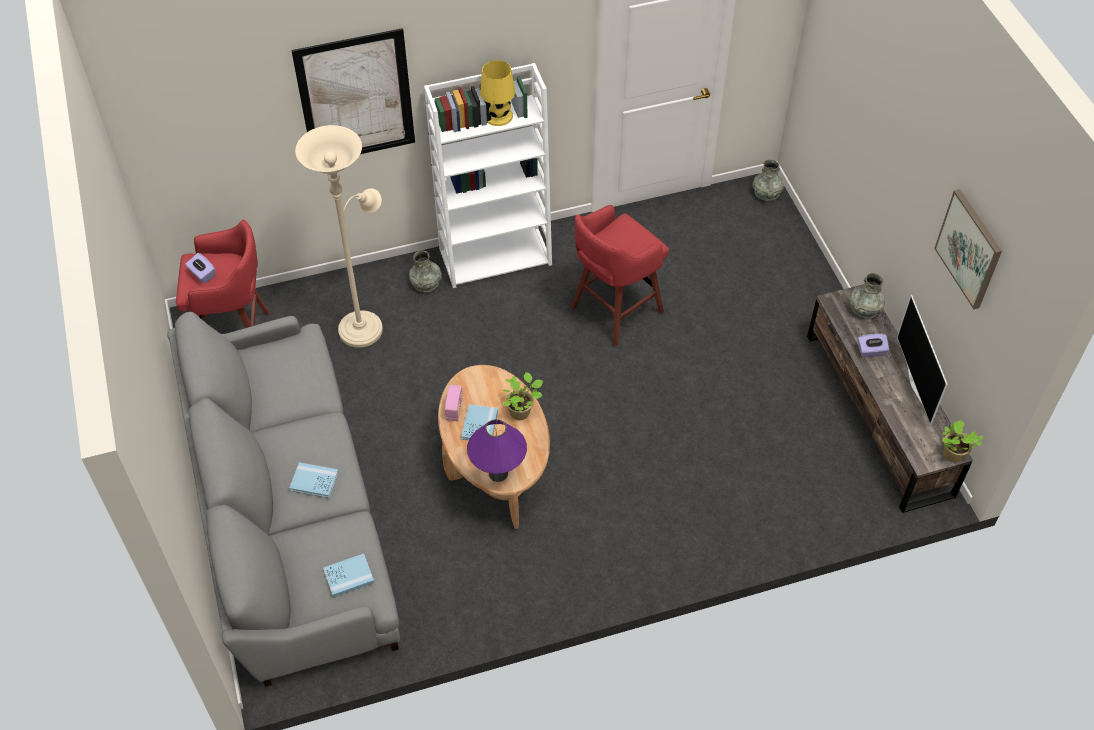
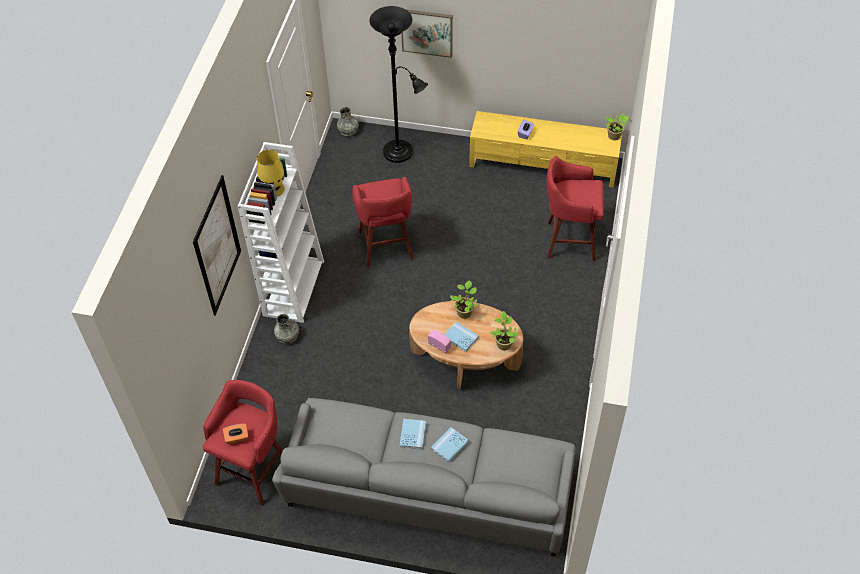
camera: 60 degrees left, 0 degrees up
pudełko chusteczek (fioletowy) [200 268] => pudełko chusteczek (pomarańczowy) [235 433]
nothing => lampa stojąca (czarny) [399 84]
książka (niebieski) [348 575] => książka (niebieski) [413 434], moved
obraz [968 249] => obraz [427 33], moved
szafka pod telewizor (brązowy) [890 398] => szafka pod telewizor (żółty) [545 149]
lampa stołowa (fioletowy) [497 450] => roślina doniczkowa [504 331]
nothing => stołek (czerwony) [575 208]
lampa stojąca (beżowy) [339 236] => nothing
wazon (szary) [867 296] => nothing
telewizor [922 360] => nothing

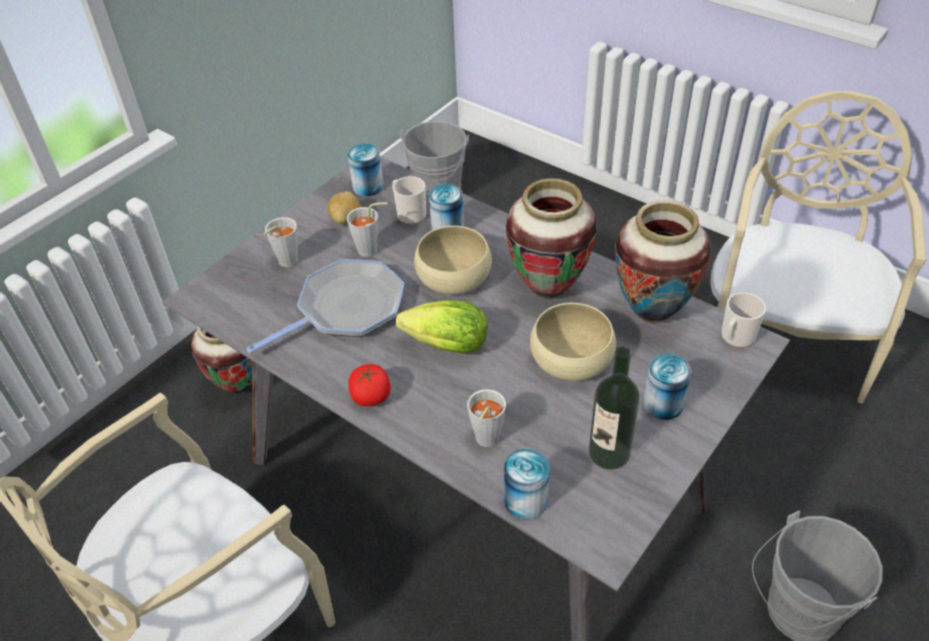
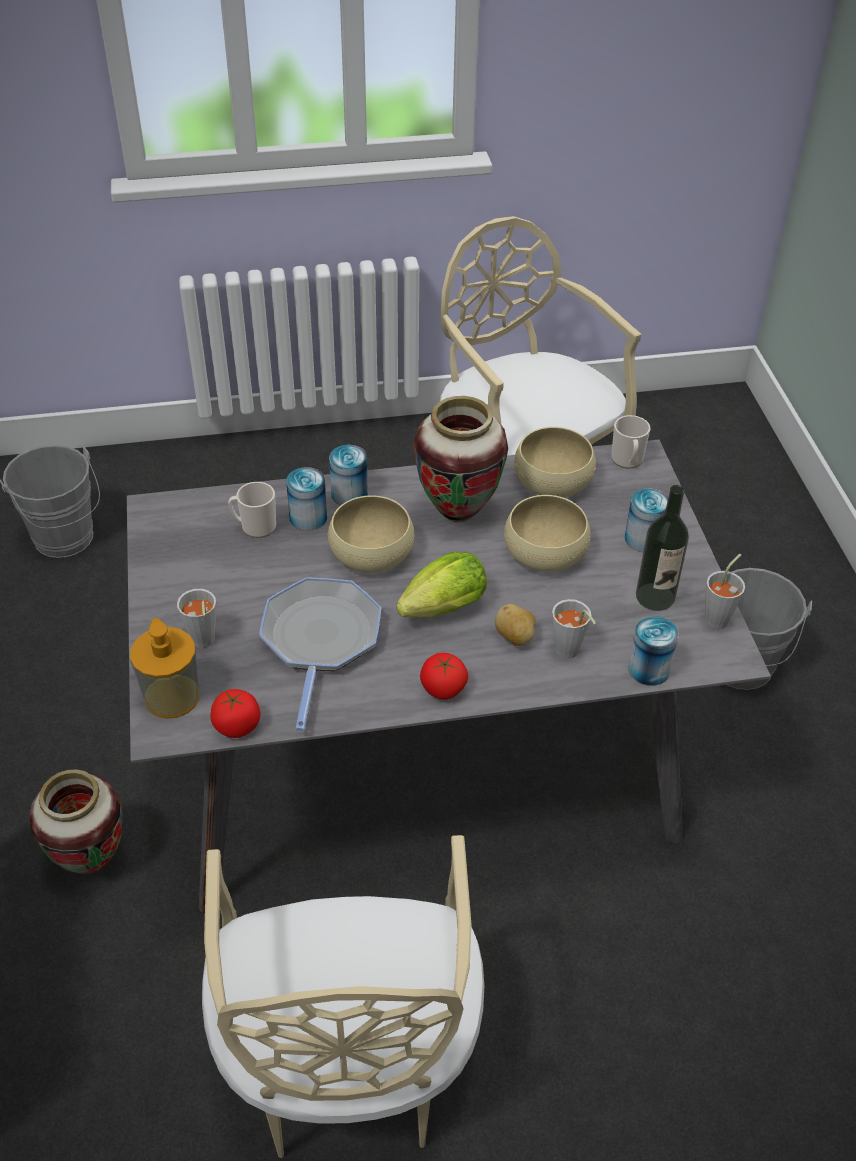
camera: 50 degrees left, 0 degrees up
nothing => dozownik mydła [165 668]
nothing => pomidor [235 713]
puszka [366 170] => puszka [348 475], moved
ziemniak [344 208] => ziemniak [515 625], moved
wazon [663 261] => miska (beżowy) [555 462]
filiżanka (szary) [367 229] => filiżanka (szary) [725 591], moved

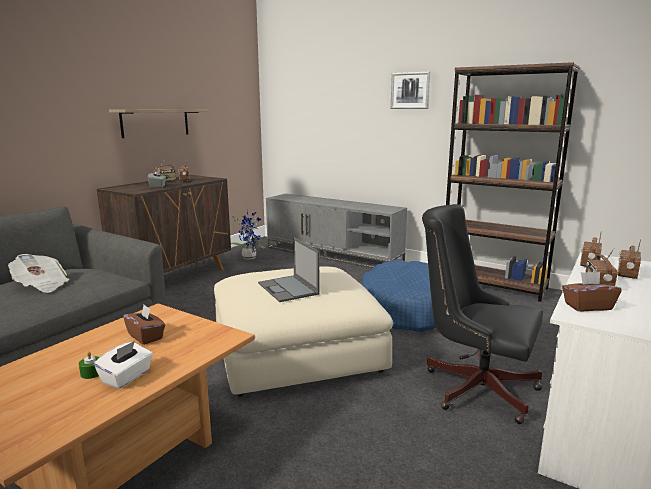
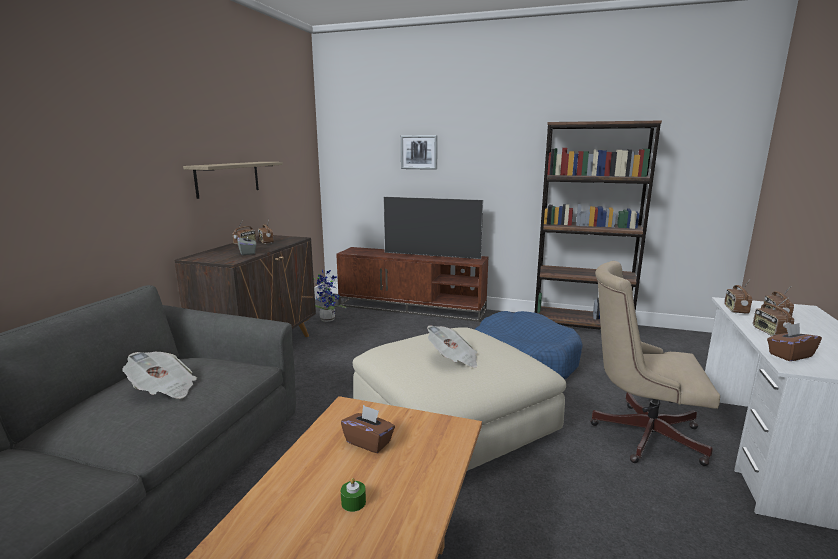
camera: 15 degrees left, 0 degrees up
szafka pod telewizor (szary) [336 230] => szafka pod telewizor (brązowy) [412 284]
nothing => telewizor [433 228]
obraz [411 90] => obraz [419 152], moved
laptop [288 270] => gazeta [452 346]
krzesło biurowe (czarny) [482 314] => krzesło biurowe (beżowy) [655 363]
pudełko chusteczek (biały) [123 365] => nothing

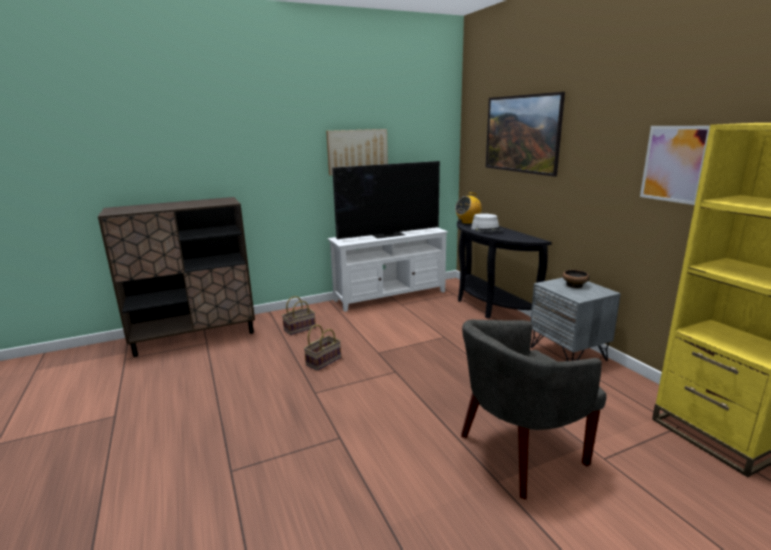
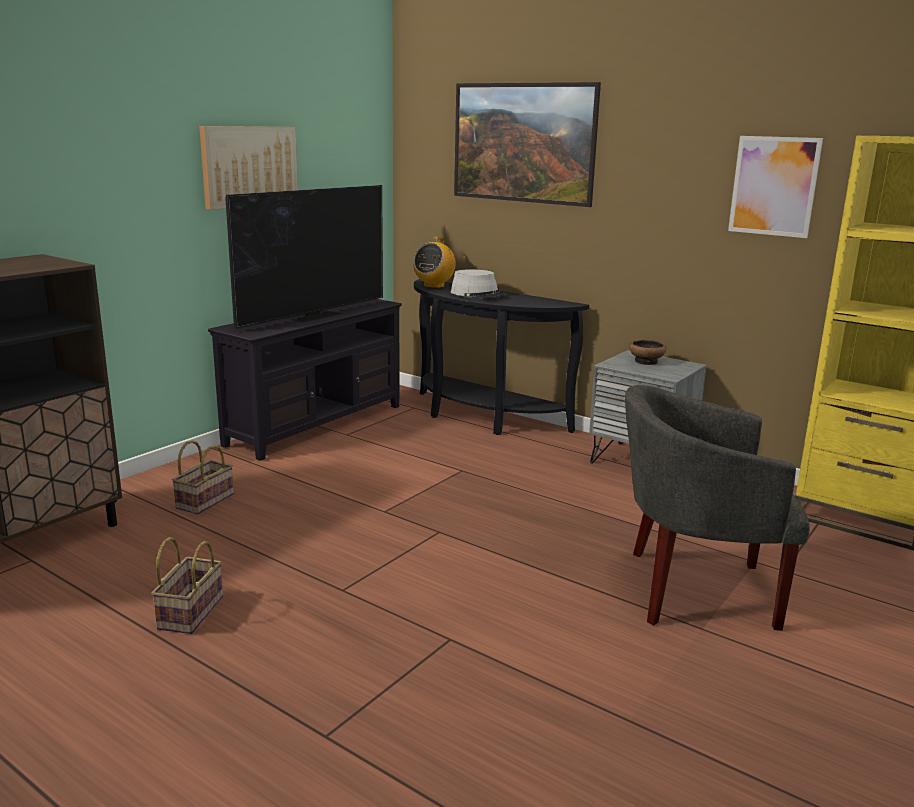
camera: 30 degrees left, 0 degrees up
koszyk [322 347] => koszyk [187 585], moved
szafka pod telewizor (biały) [388 269] => szafka pod telewizor (czarny) [305 380]
fotel (szary) [534 410] => fotel (szary) [717 508], 60 degrees clockwise

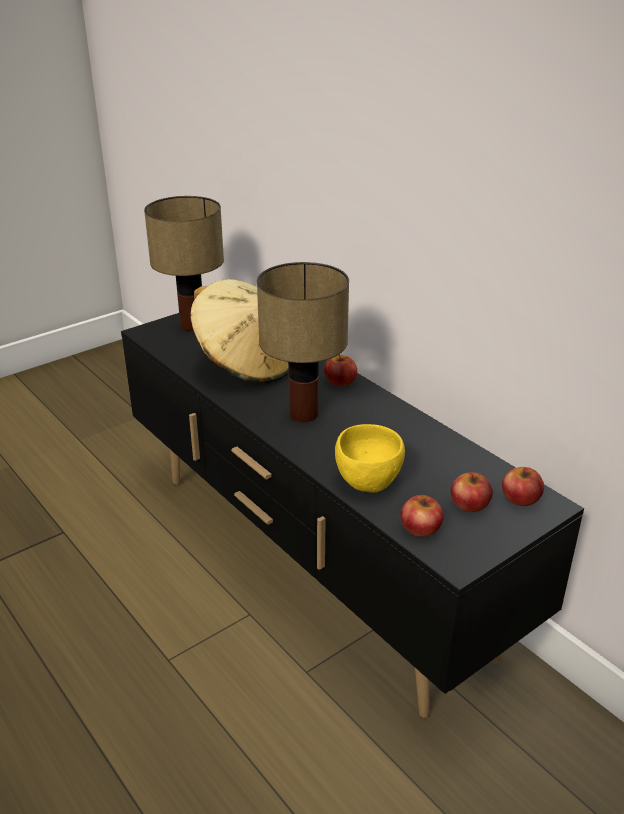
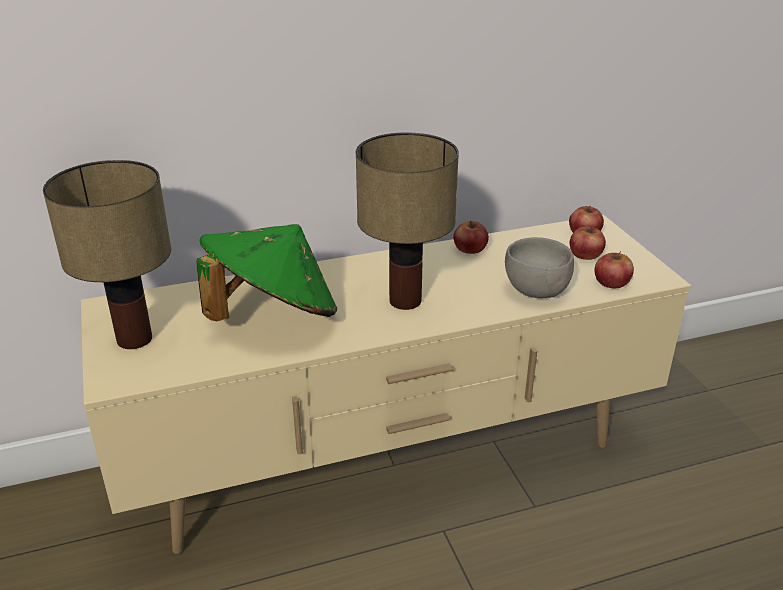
camera: 70 degrees left, 0 degrees up
szafka pod telewizor (czarny) [352 515] => szafka pod telewizor (beżowy) [386 384]
kapelusz (beżowy) [239 331] => kapelusz (zielony) [266 272]
jabłko [340 370] => jabłko [471 237], moved
miska (żółty) [370 458] => miska (szary) [539 267]

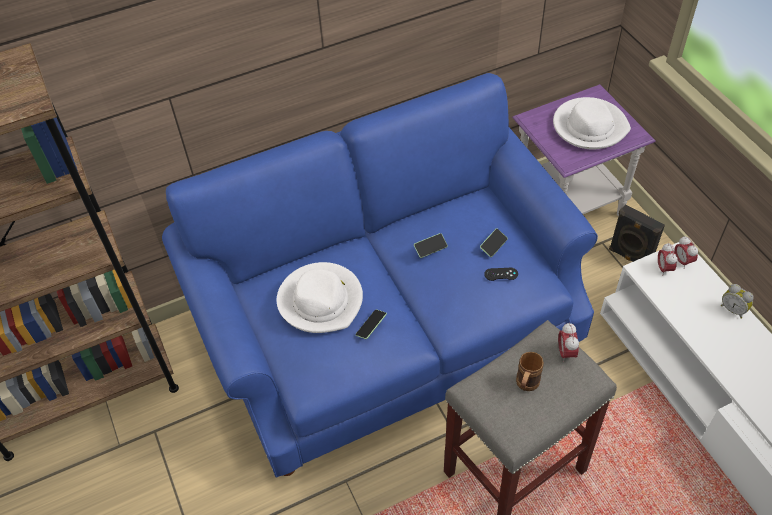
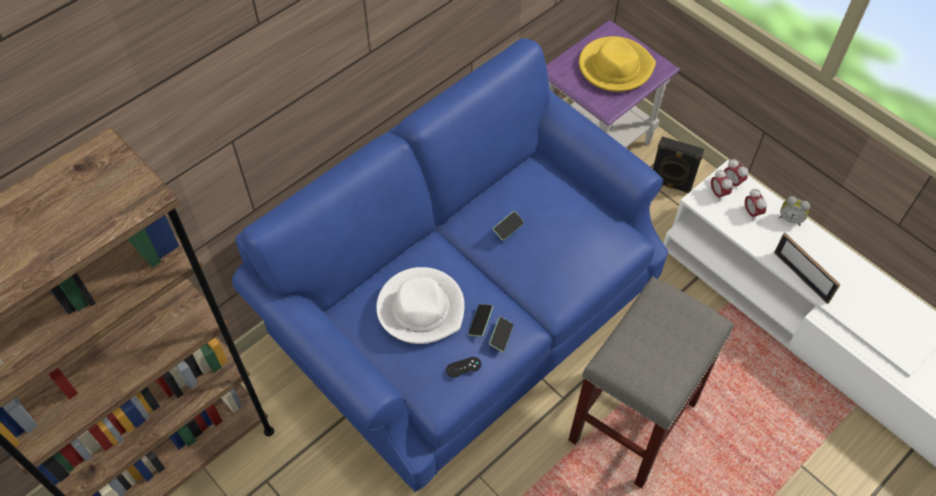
camera: 20 degrees left, 5 degrees up
pad do gier (czarny) [501 274] => pad do gier (czarny) [463 367], moved
telefon [494 242] => telefon [501 334], moved
kapelusz (biały) [592 123] => kapelusz (żółty) [617 64]
budzik [568 342] => budzik [755 203], moved
nothing => ramka na zdjęcie [807 268]
kubek (brązowy) [530 371] => nothing

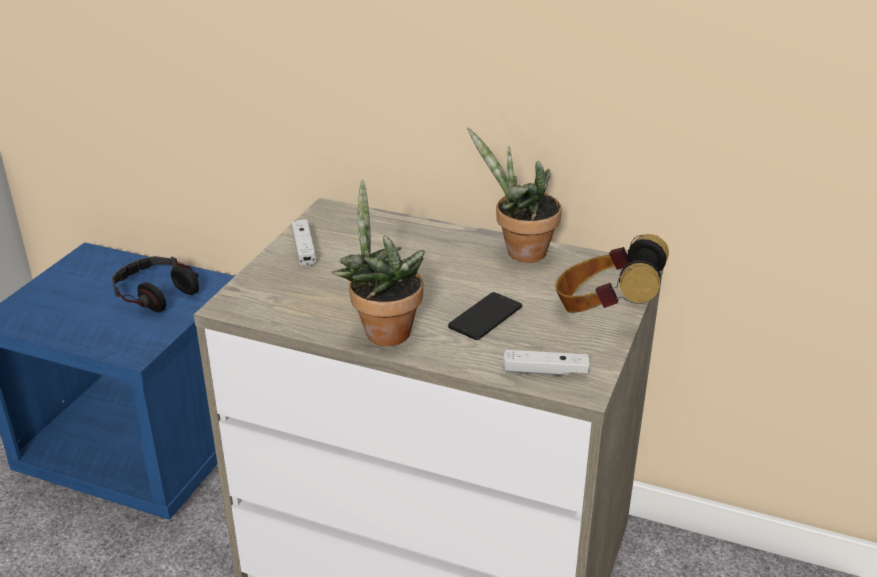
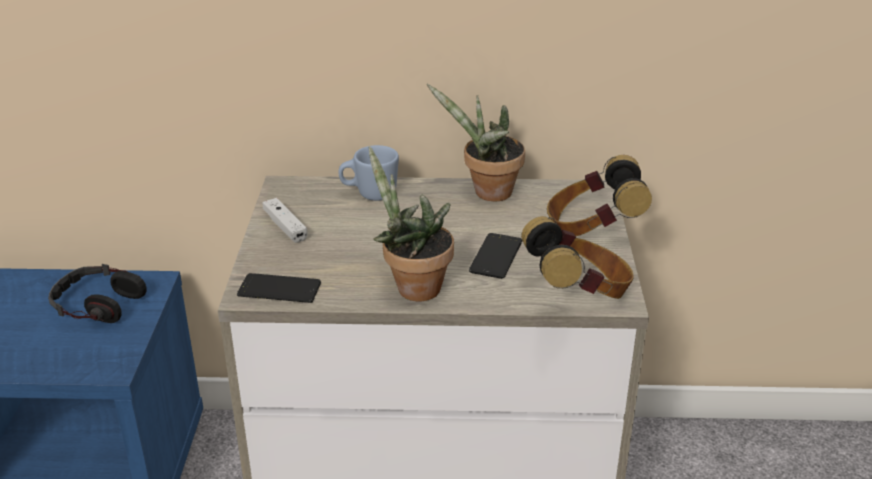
camera: 20 degrees left, 0 degrees up
nothing => telefon [279 288]
nothing => kubek (niebieski) [369 173]
pad do gier (biały) [547 362] => słuchawki [577 257]

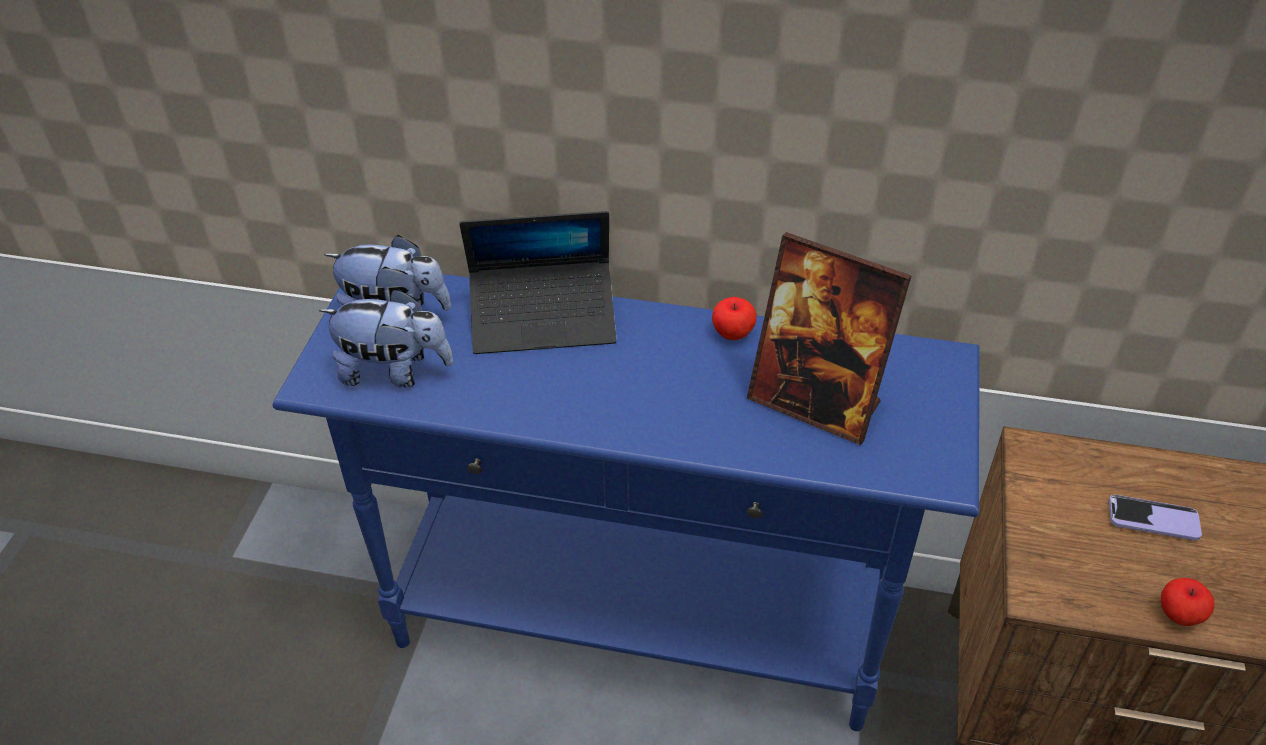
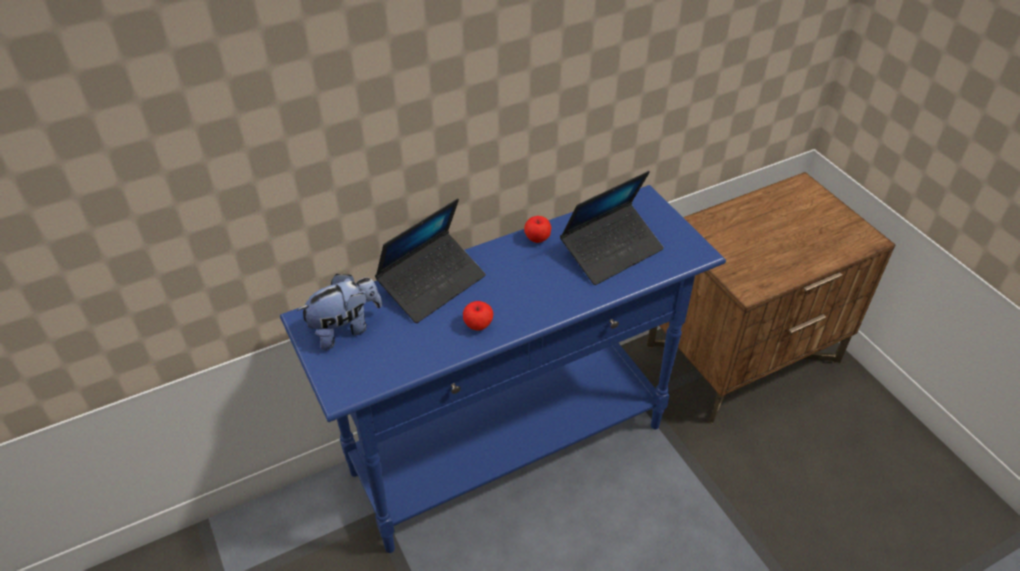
camera: 40 degrees left, 0 degrees up
jabłko [1188 602] => jabłko [478 316], moved
ramka na zdjęcie [829 338] => laptop [612 228]
pluszak [386 338] => nothing
telefon [1155 517] => nothing

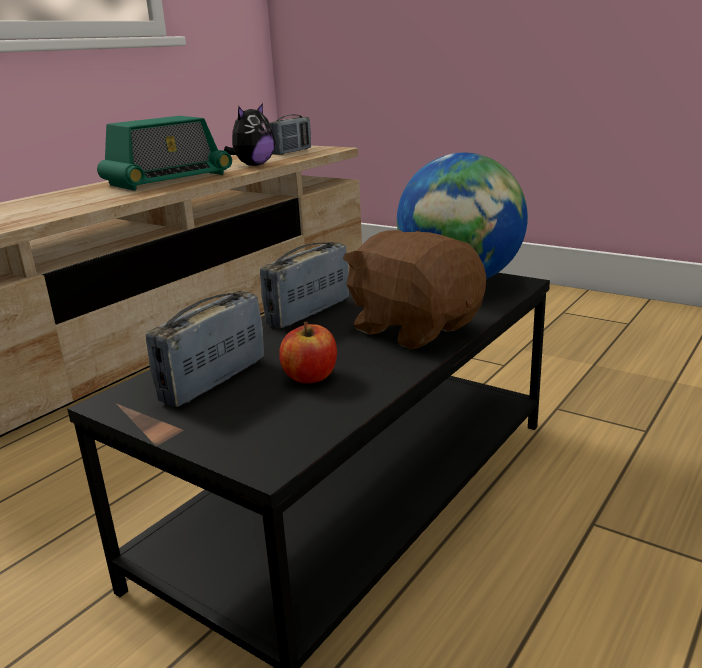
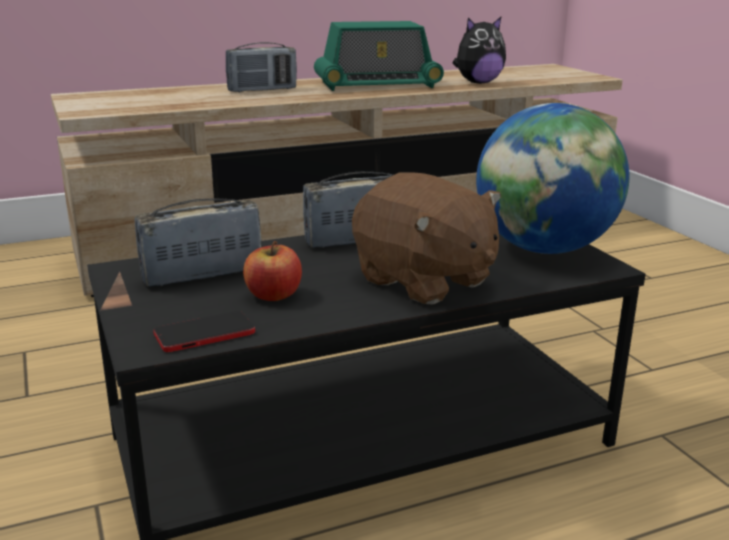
camera: 30 degrees right, 0 degrees up
nothing => telefon [204 331]
radio [290 134] => radio [261 67], moved
pluszak (brązowy) [414 289] => pluszak (brązowy) [426 238], 150 degrees clockwise

